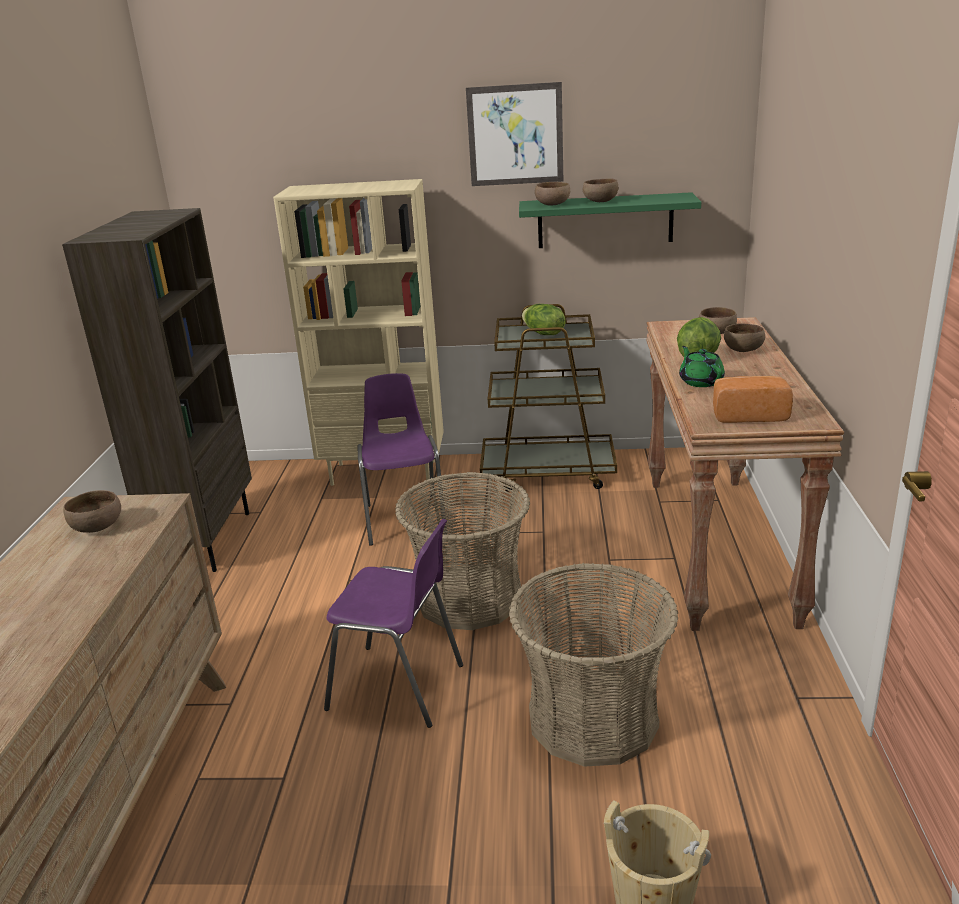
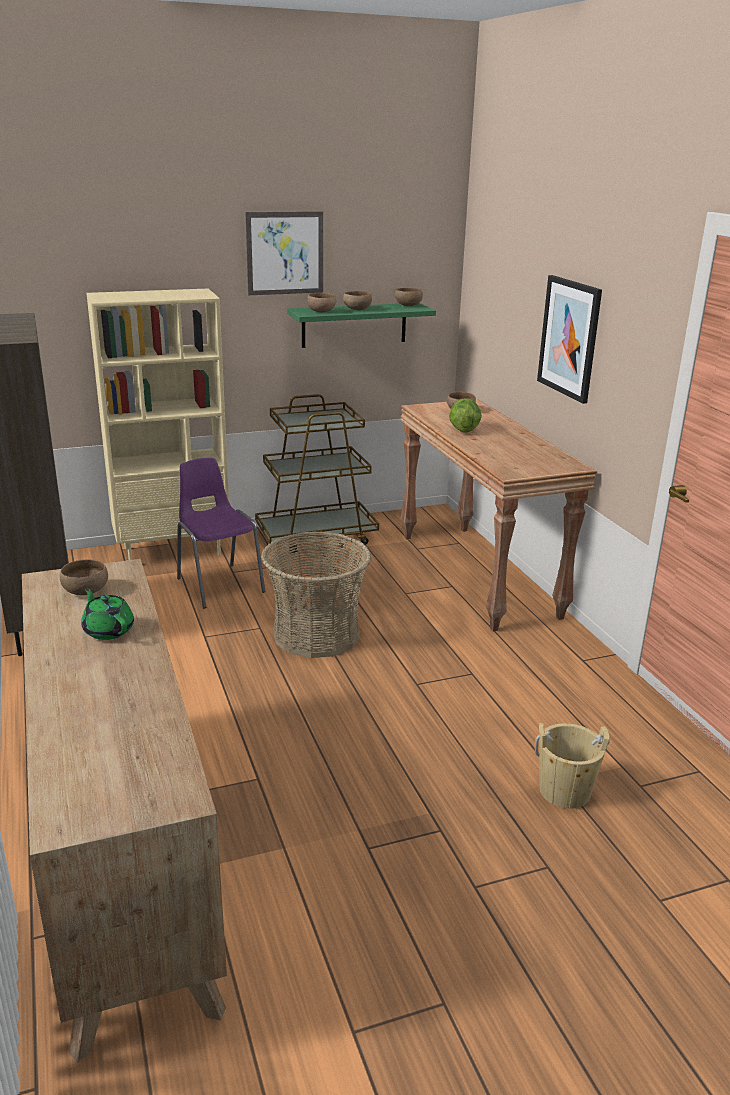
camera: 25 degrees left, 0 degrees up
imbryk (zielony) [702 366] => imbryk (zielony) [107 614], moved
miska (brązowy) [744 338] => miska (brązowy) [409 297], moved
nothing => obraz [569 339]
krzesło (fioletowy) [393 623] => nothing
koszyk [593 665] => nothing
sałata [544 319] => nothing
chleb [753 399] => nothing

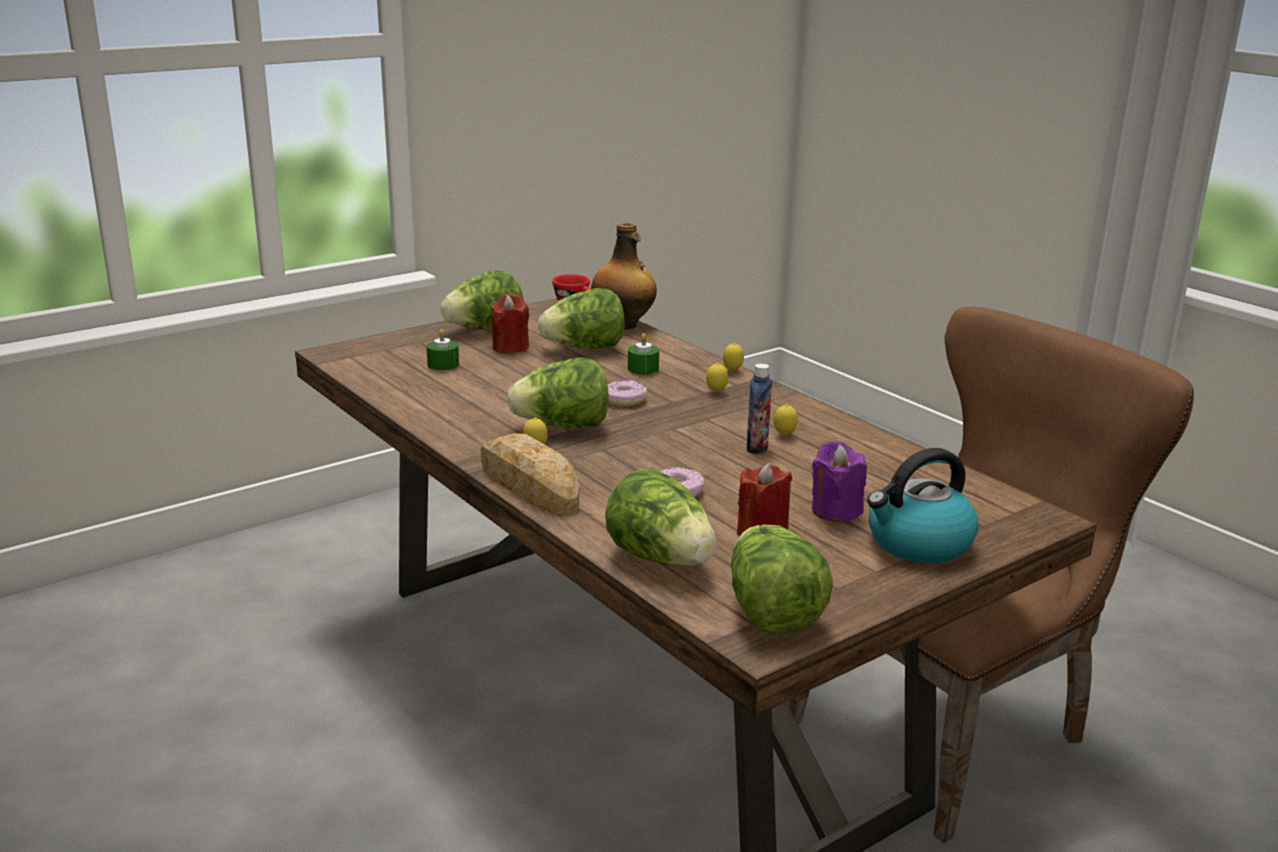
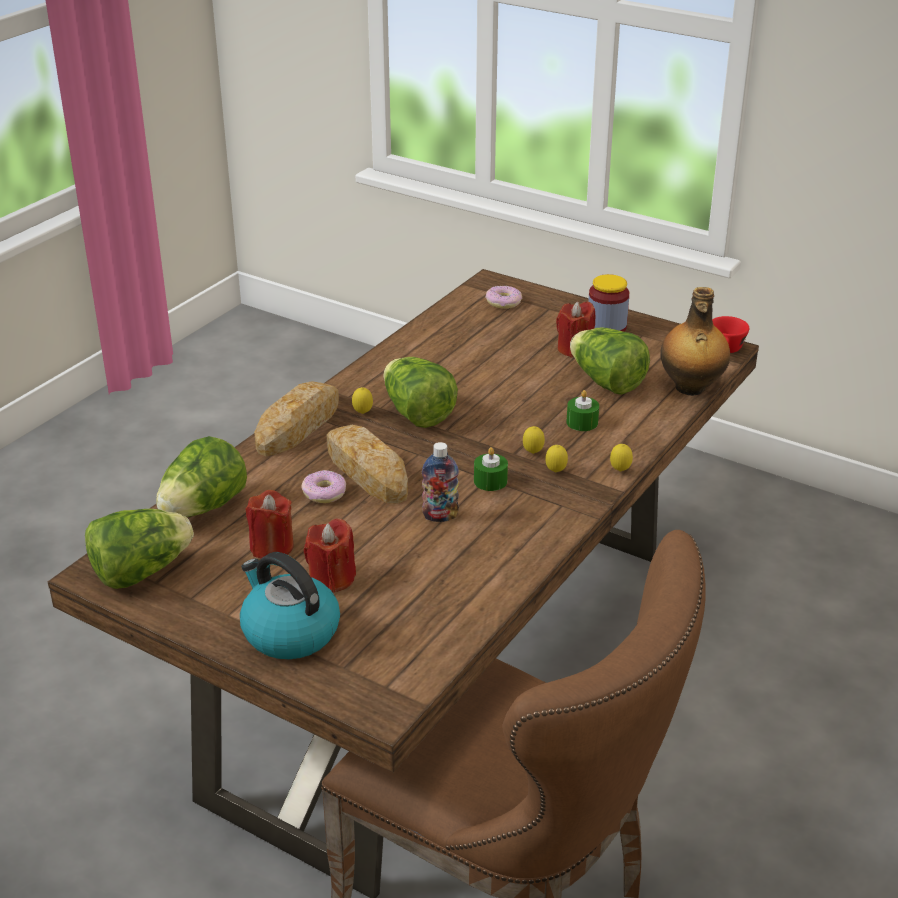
camera: 70 degrees right, 10 degrees up
świeca (fioletowy) [839 481] => świeca (czerwony) [330 555]
nothing => chleb [367 464]
świeca (zielony) [443 349] => świeca (zielony) [491 469], moved
donut [627 393] => donut [503 297], moved
cytryna [786 420] => cytryna [534 440], moved
sałata [482 300] => słoik [608 303]

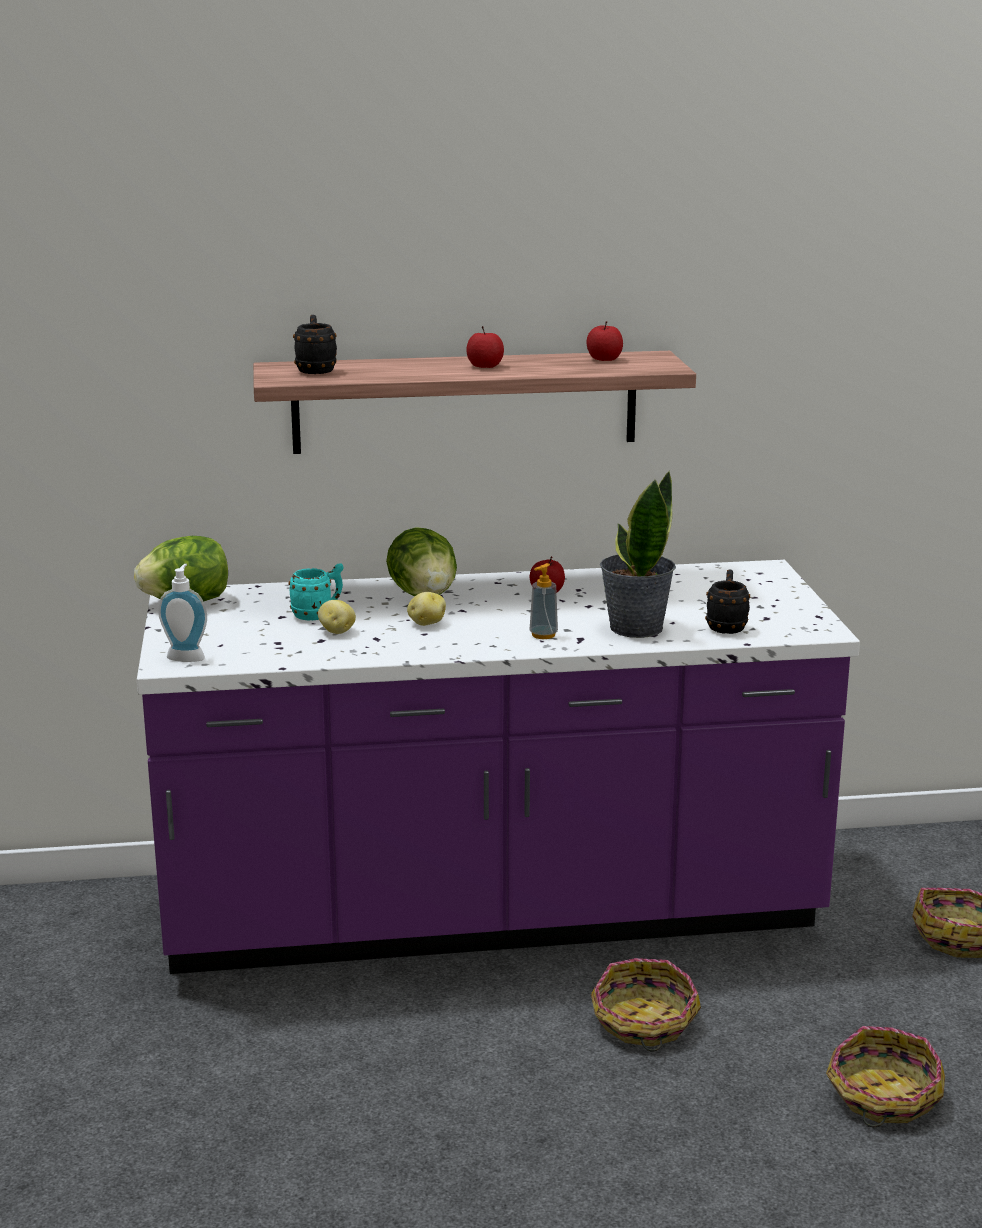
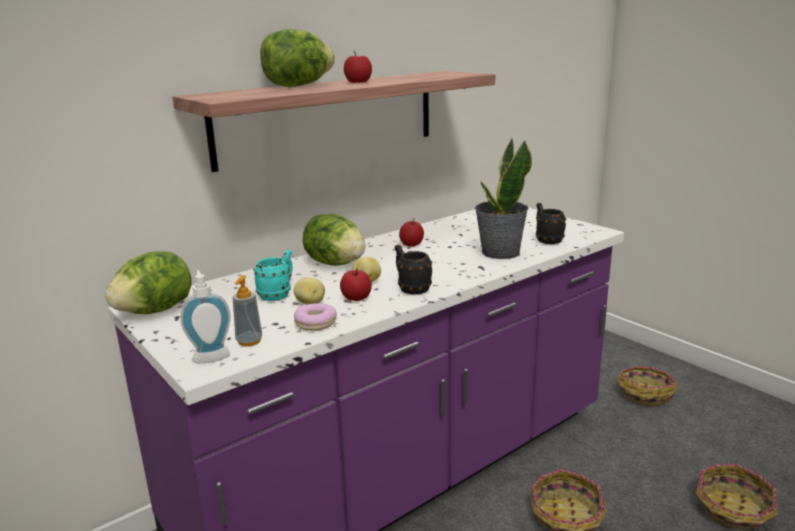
camera: 30 degrees left, 0 degrees up
dozownik mydła [544 601] => dozownik mydła [247 311], moved
nothing => sałata [297 58]
nothing => donut [315 317]
jabłko [604 341] => jabłko [356 284], moved
kubek (czarny) [315 344] => kubek (czarny) [413 269], moved

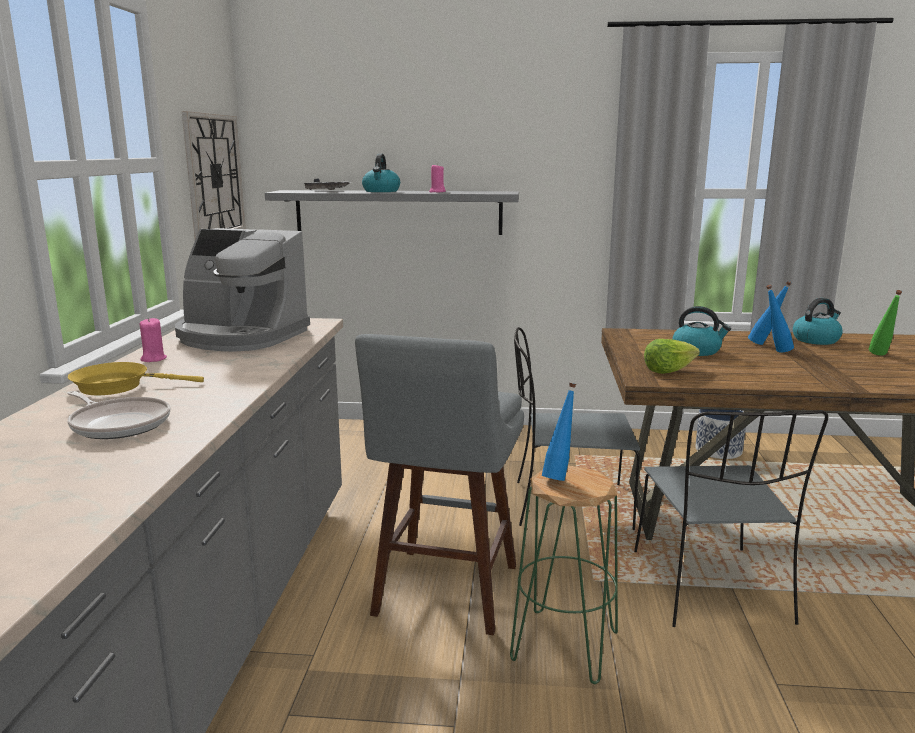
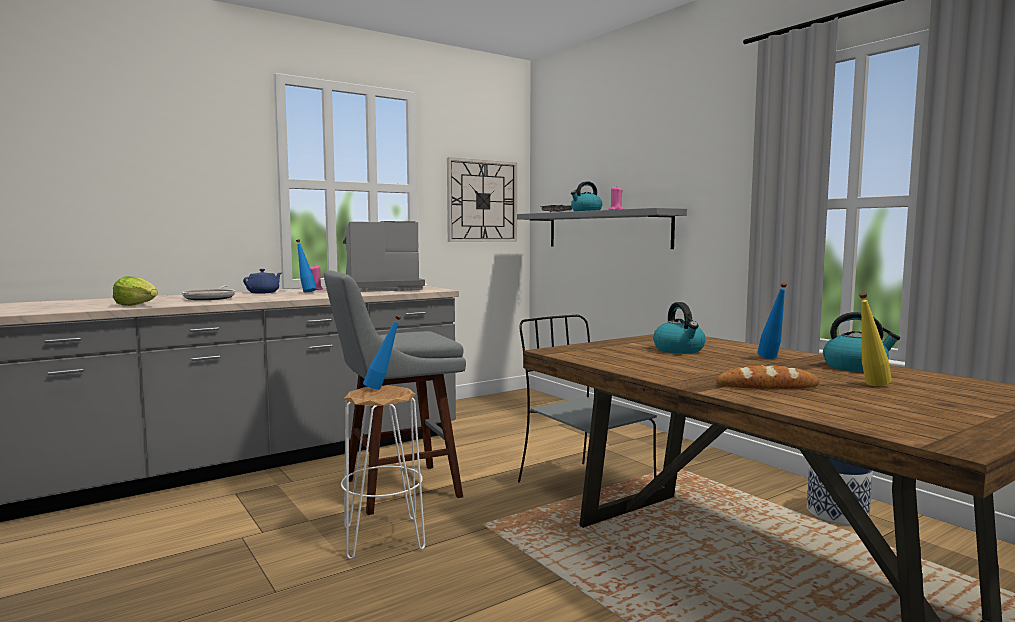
camera: 50 degrees right, 10 degrees down
sałata [672 356] => sałata [135 291], moved
patelnia (żółty) [136 378] => imbryk (niebieski) [262 281]
butelka (niebieski) [780 319] => butelka (niebieski) [306 265], moved
stołek (zielony) [564 574] => stołek (biały) [383 472]
ekspres do kawy [242 290] => ekspres do kawy [384 256], 90 degrees clockwise
nothing => chleb [767 377]
butelka (zielony) [885 323] => butelka (żółty) [875 339]
krzesło (szary) [731 518] => nothing

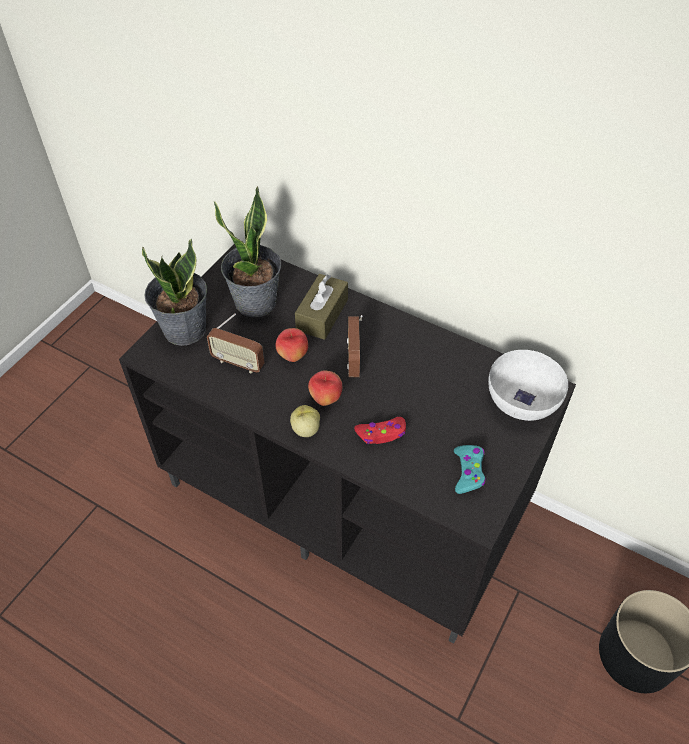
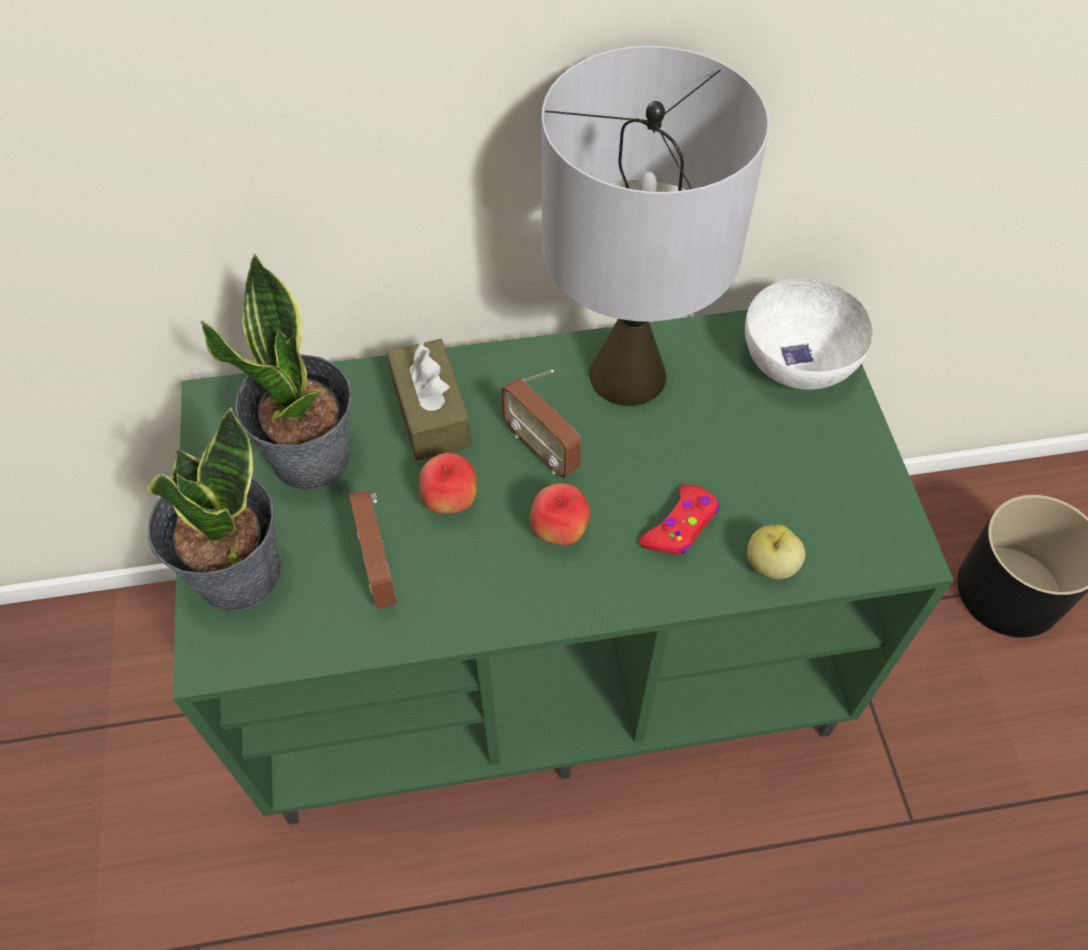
camera: 40 degrees left, 5 degrees up
szafka pod telewizor (czarny) [347 444] => szafka pod telewizor (zielony) [563 567]
radio [235 343] => radio [373 549], 90 degrees clockwise
nothing => lampa stołowa (szary) [655 226]
jabłko [305 421] => jabłko [776 552], moved
pad do gier (turkusowy) [470 469] => nothing

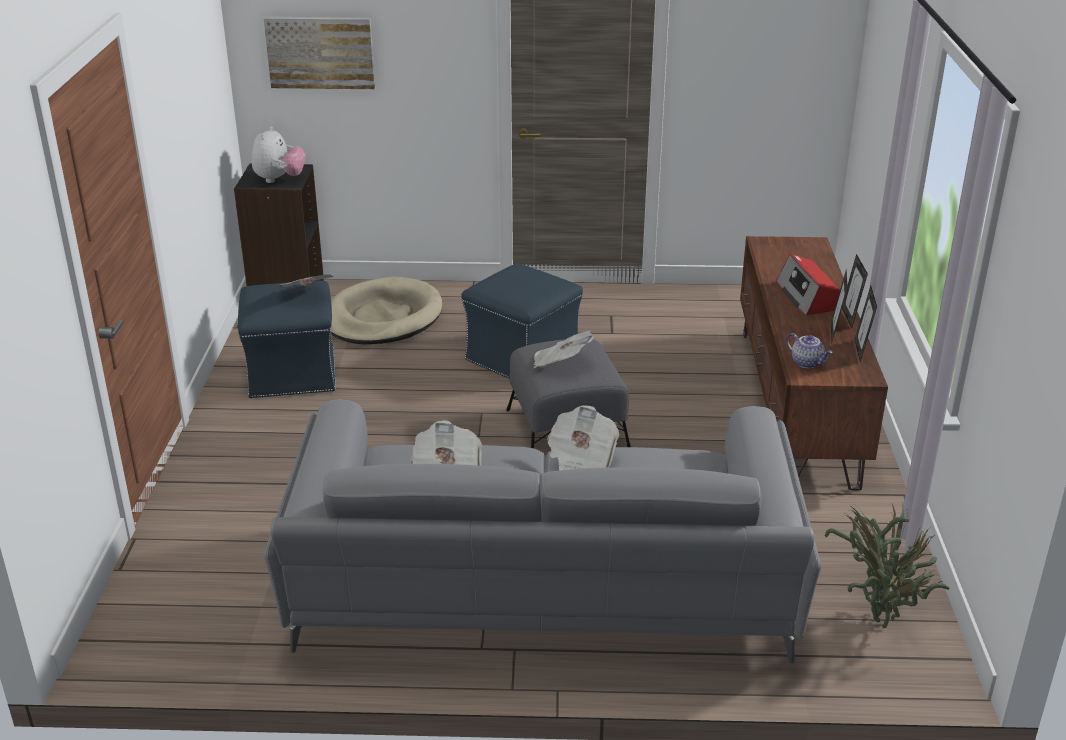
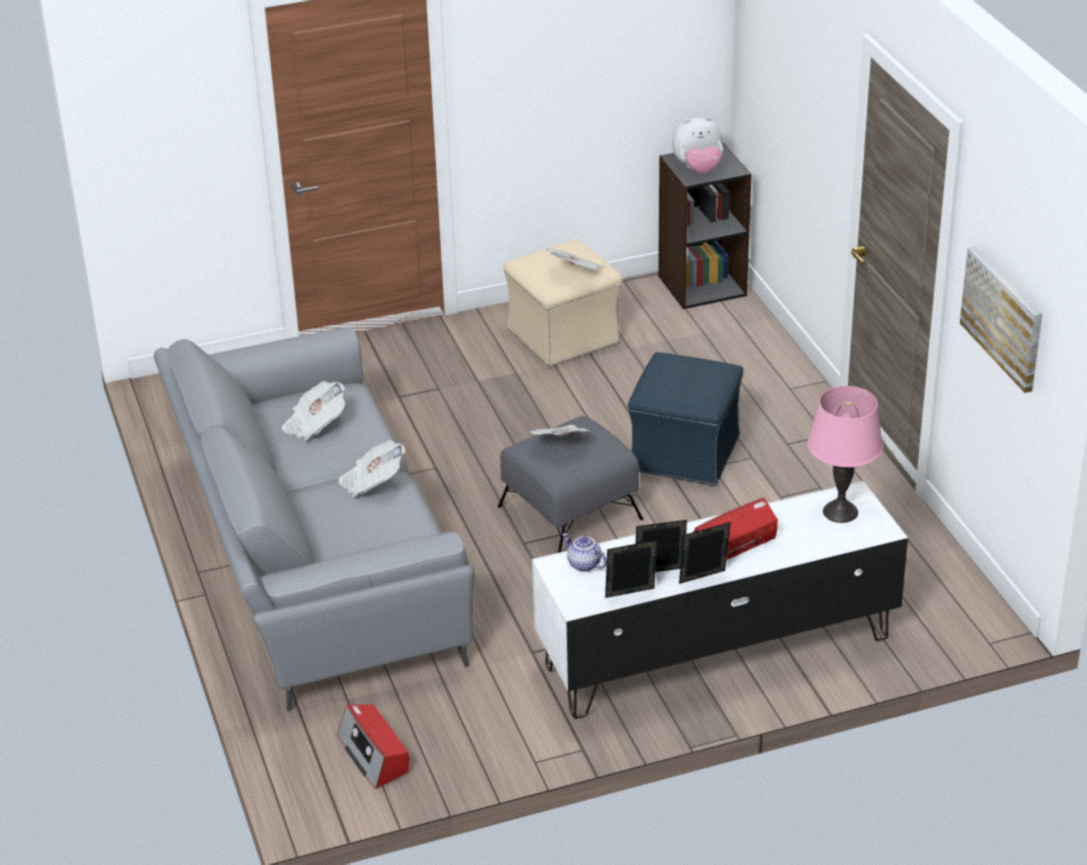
camera: 70 degrees right, 5 degrees up
roślina doniczkowa [887 565] => radio [373 747]
pufa (niebieski) [287 339] => pufa (beżowy) [563 303]
szafka pod telewizor (brązowy) [814 363] => szafka pod telewizor (biały) [720 600]
imbryk [809 350] => imbryk [584 552], 105 degrees clockwise
nothing => lampa stołowa (różowy) [845 454]
obraz [319 53] => obraz [1001 319], moved
legowisko (beżowy) [386 310] => nothing

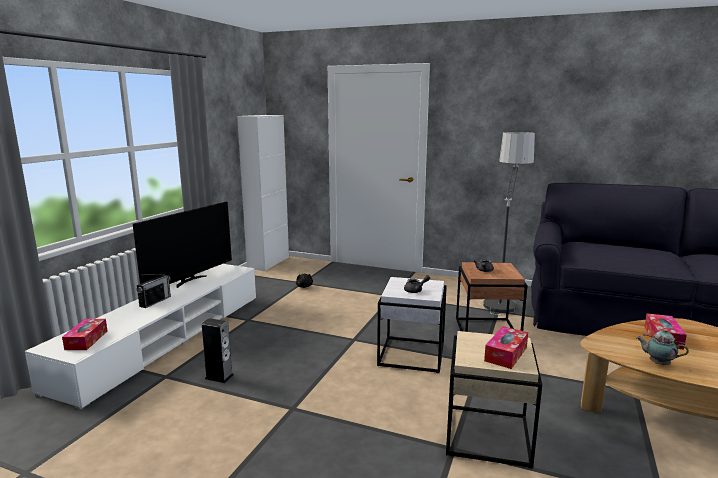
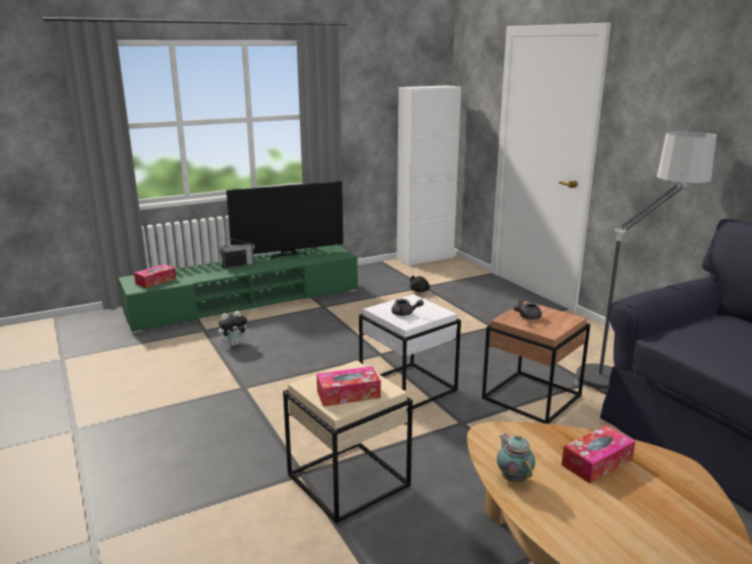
camera: 40 degrees right, 5 degrees up
szafka pod telewizor (biały) [140 337] => szafka pod telewizor (zielony) [238 289]
głośnik [218 350] => pluszak [234 328]

